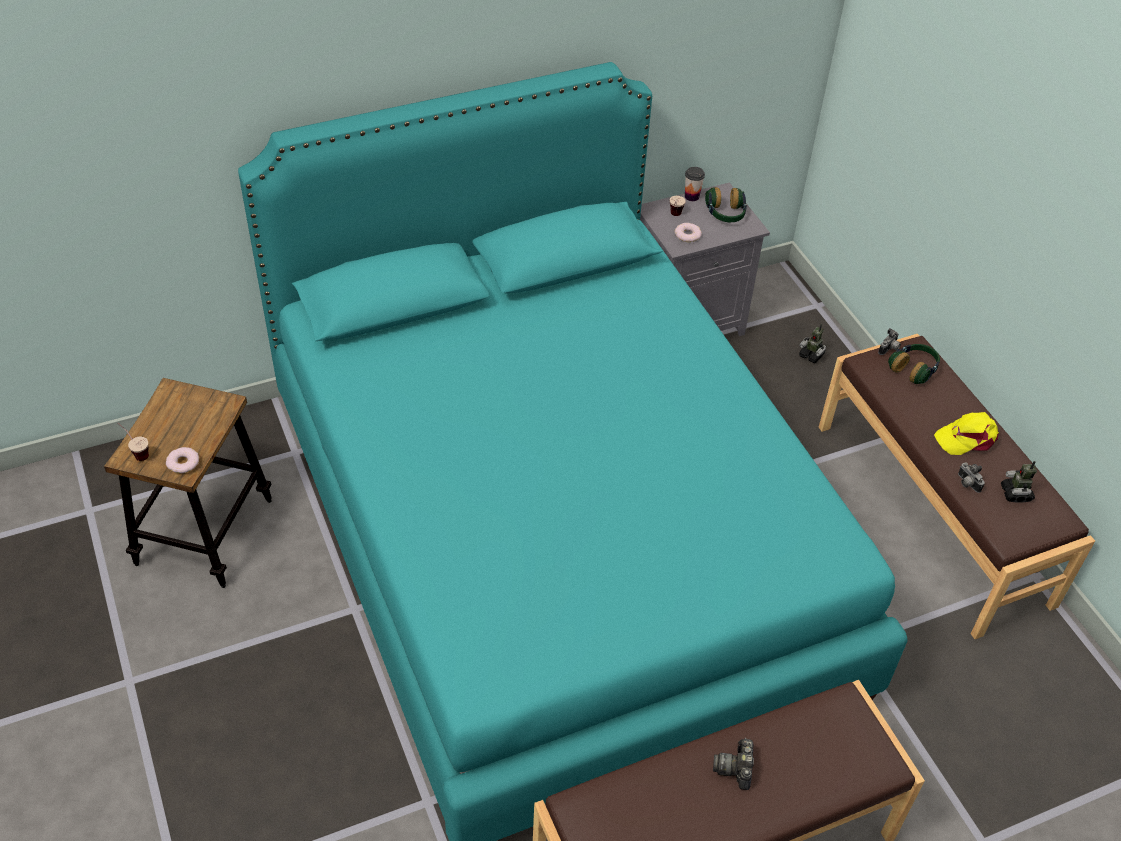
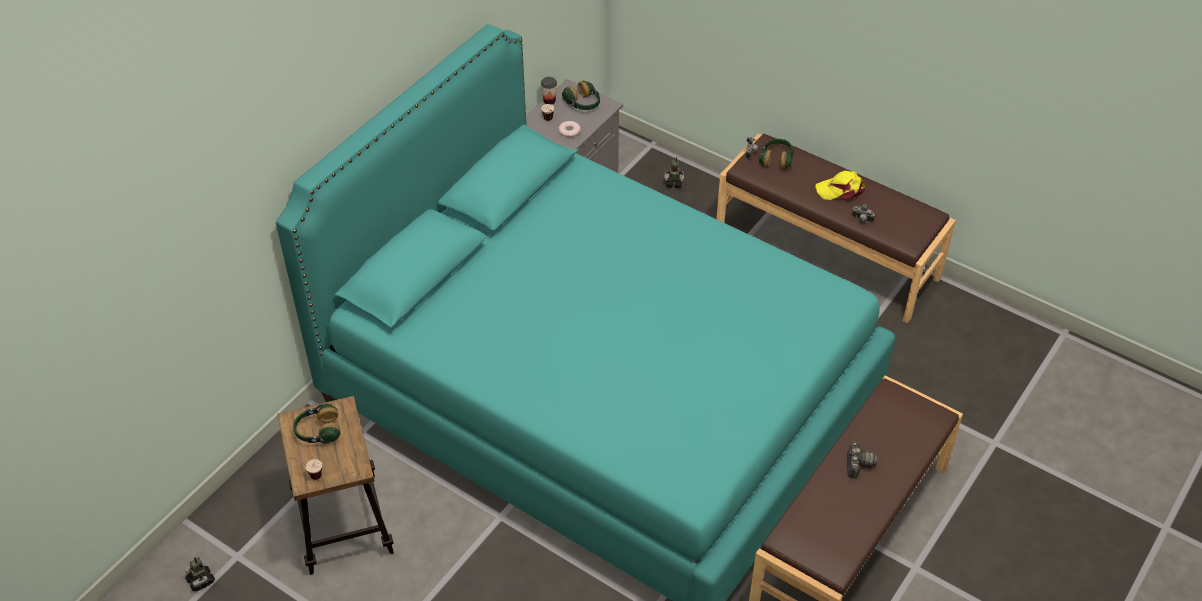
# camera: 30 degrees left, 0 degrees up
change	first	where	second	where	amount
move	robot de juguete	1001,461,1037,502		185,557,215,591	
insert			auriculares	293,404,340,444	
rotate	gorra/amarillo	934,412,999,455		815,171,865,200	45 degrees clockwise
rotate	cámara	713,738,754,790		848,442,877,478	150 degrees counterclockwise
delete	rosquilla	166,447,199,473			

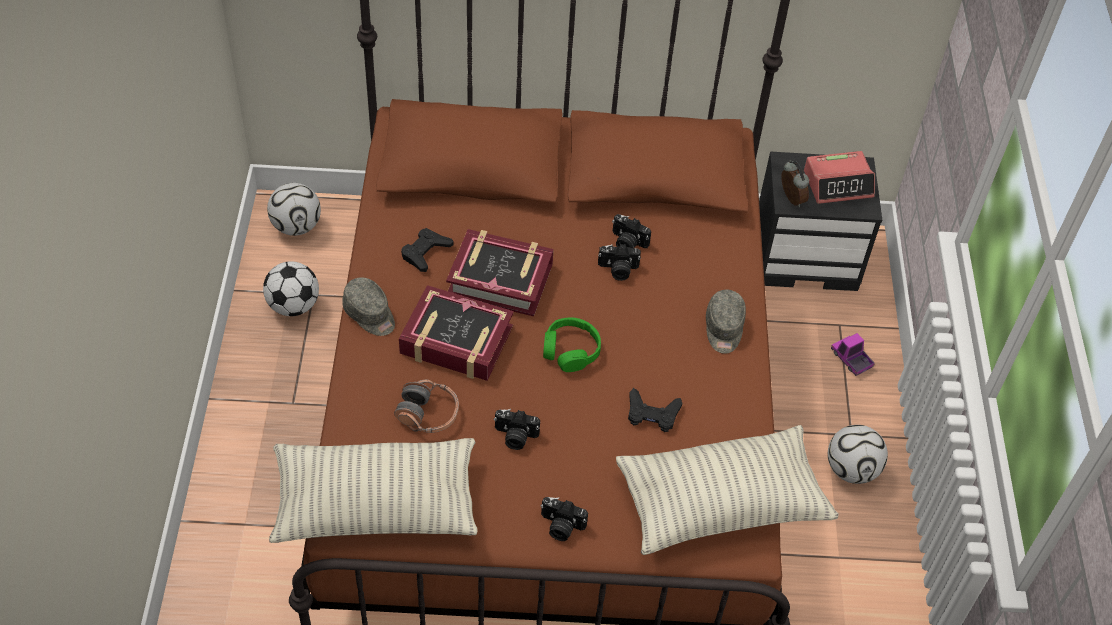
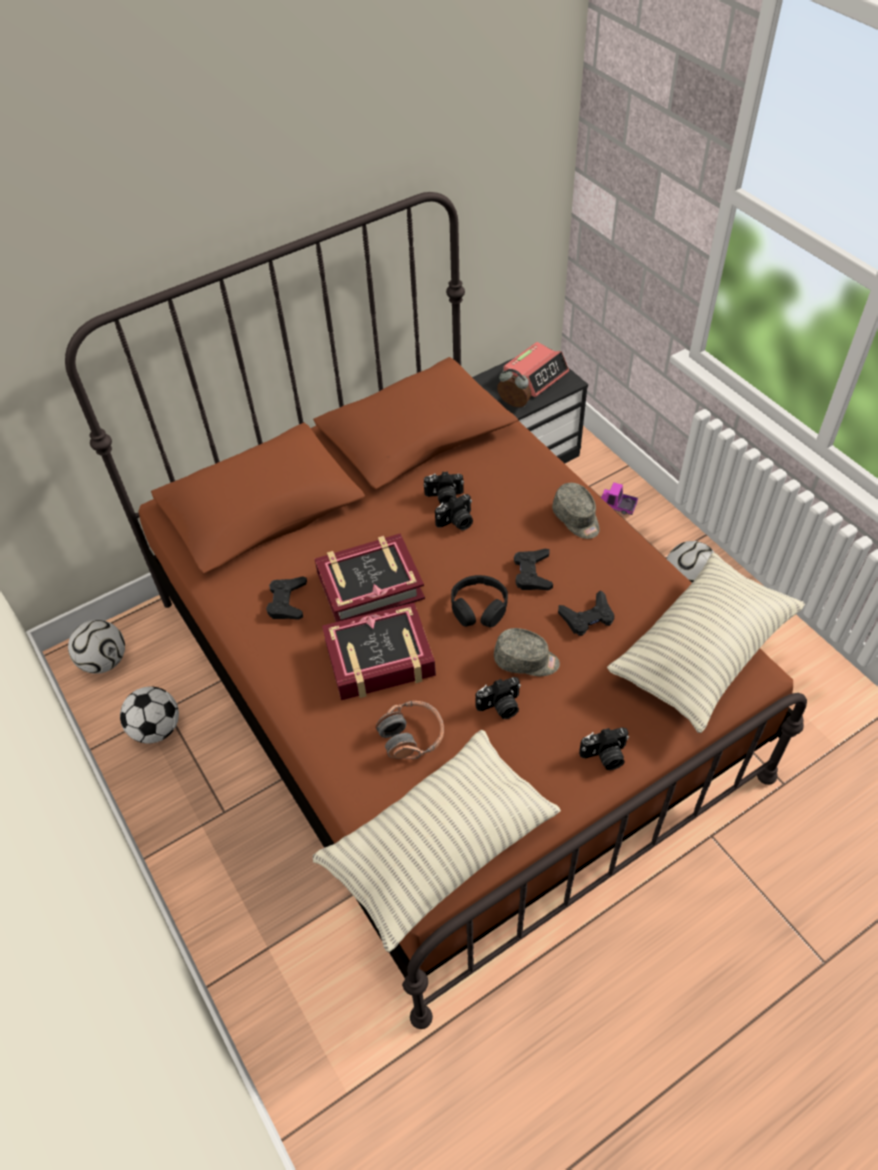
# camera: 30 degrees left, 0 degrees up
change	first	where	second	where	amount
recolor	auriculares/verde	543,317,601,372	auriculares/negro	451,575,508,627	
move	gorra/gris	342,277,395,336		494,628,560,676	
insert			mando de consola/negro	514,549,553,590	

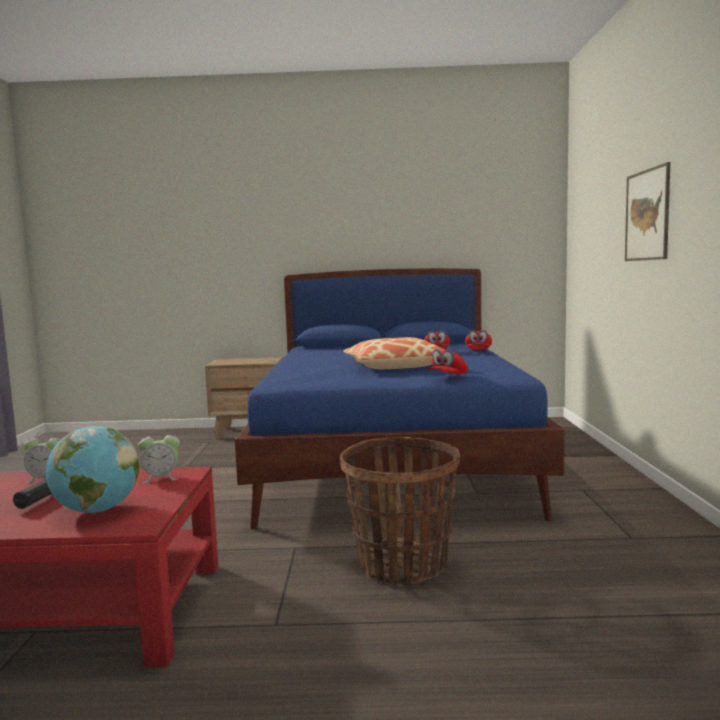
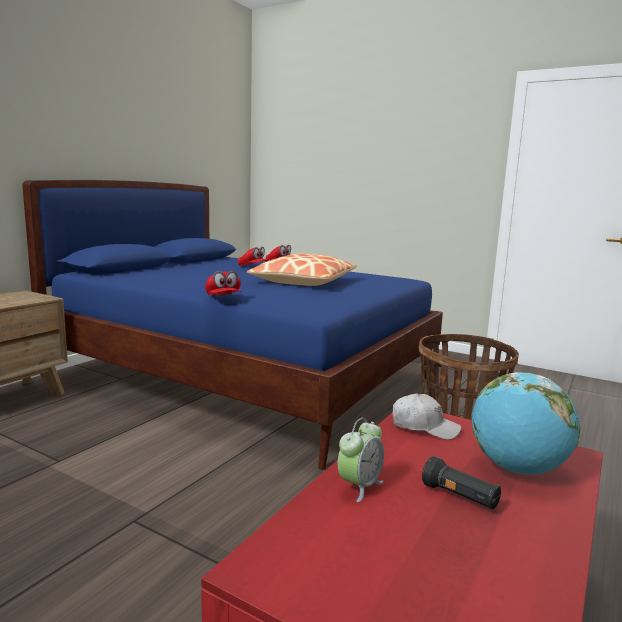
# camera: 60 degrees left, 5 degrees up
change	first	where	second	where	amount
move	gorra/rojo	427,349,468,375		205,271,242,295	
replace	despertador	138,429,180,483	gorra/blanco	393,394,461,440	
delete	cuadro	625,162,670,261			

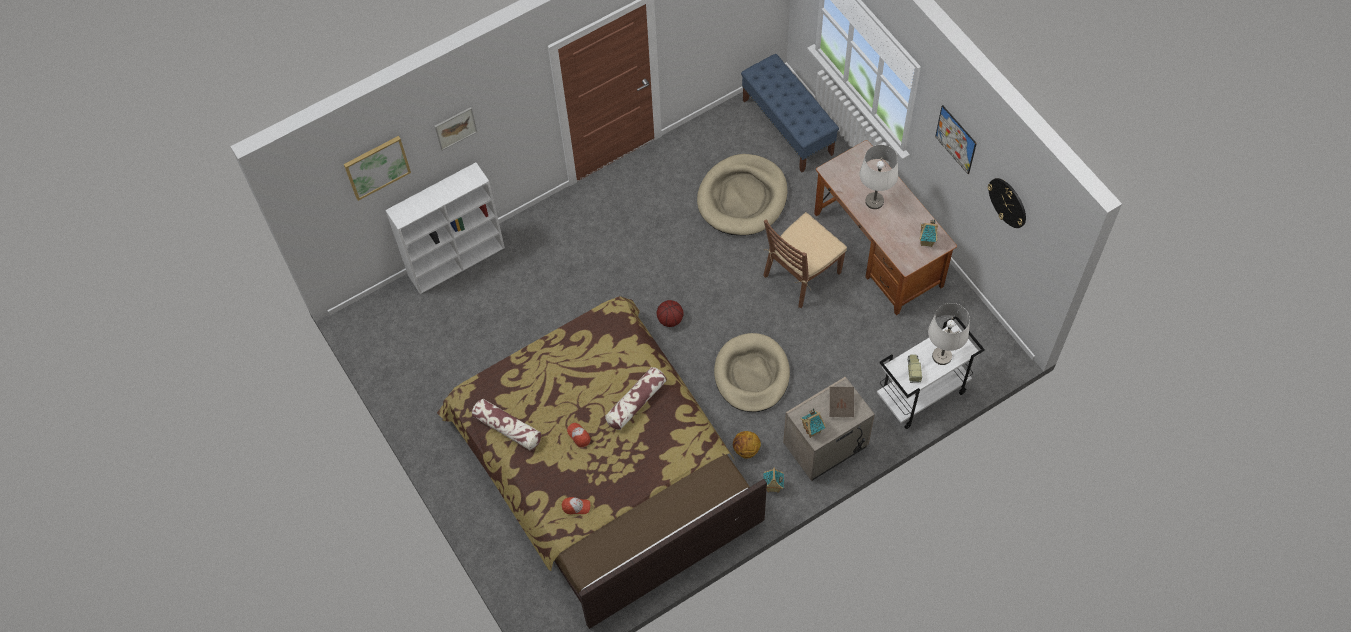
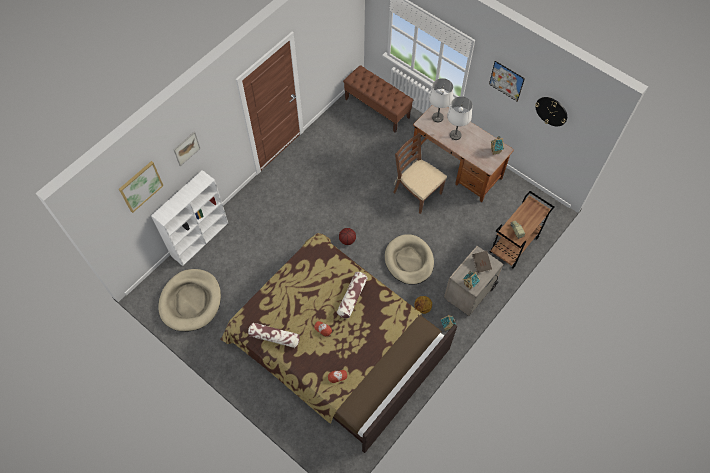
# camera: 20 degrees left, 0 degrees up
change	first	where	second	where	amount
move	cama para perro/beis	697,154,787,236		158,269,221,332	
recolor	banco/azul	741,54,839,172	banco/marrón	343,65,413,133	
rotate	silla/marrón	763,212,847,308		393,133,447,214	105 degrees clockwise
move	lámpara de mesa/blanco	928,303,970,365		429,78,453,122	
recolor	carrito/blanco	877,316,985,429	carrito/marrón	489,191,554,268	

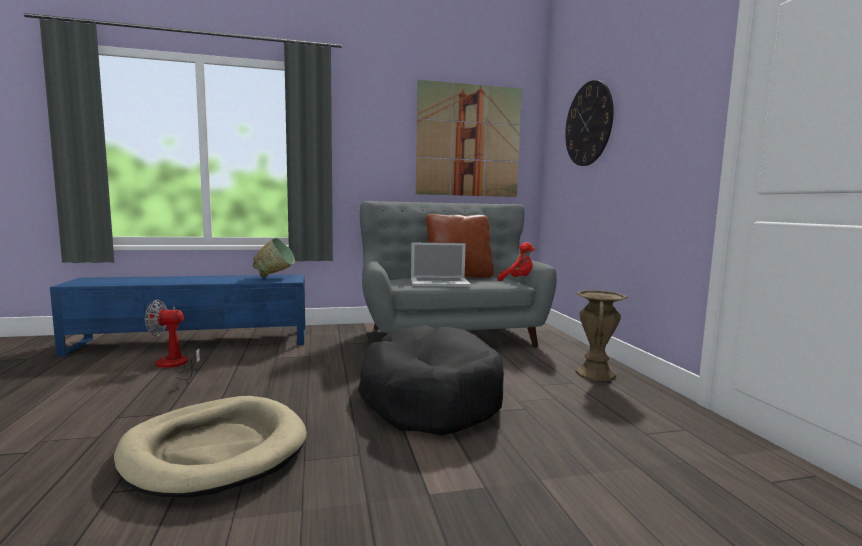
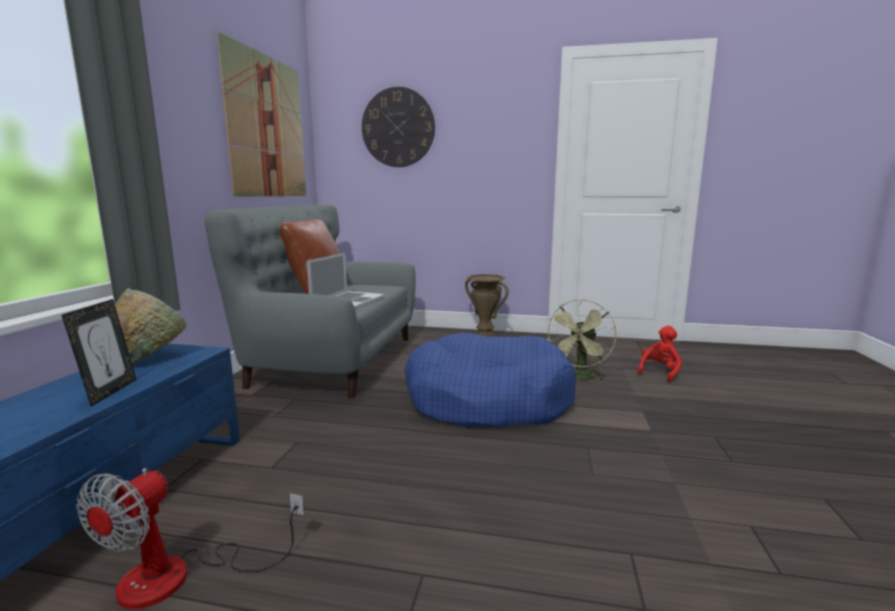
# camera: 65 degrees left, 5 degrees up
change	first	where	second	where	amount
insert			portarretratos	62,299,137,407	
recolor	cama para perro/negro	358,325,504,435	cama para perro/azul	404,333,576,427	
insert			ventilador/verde	545,299,616,381	
move	peluche/rojo	498,242,535,281		637,326,682,382	
delete	cama para perro/beis	114,396,307,498			

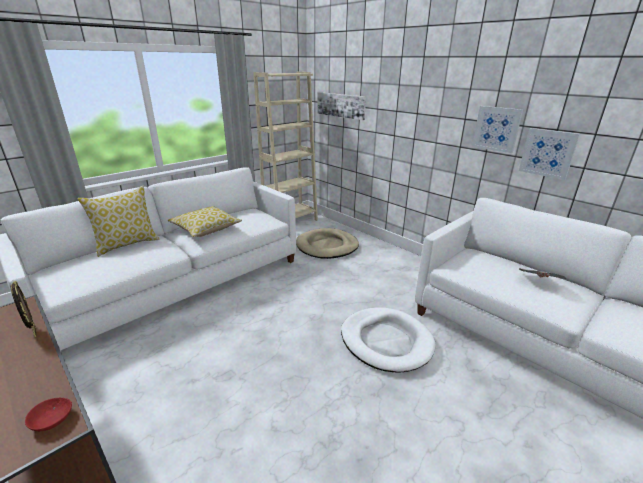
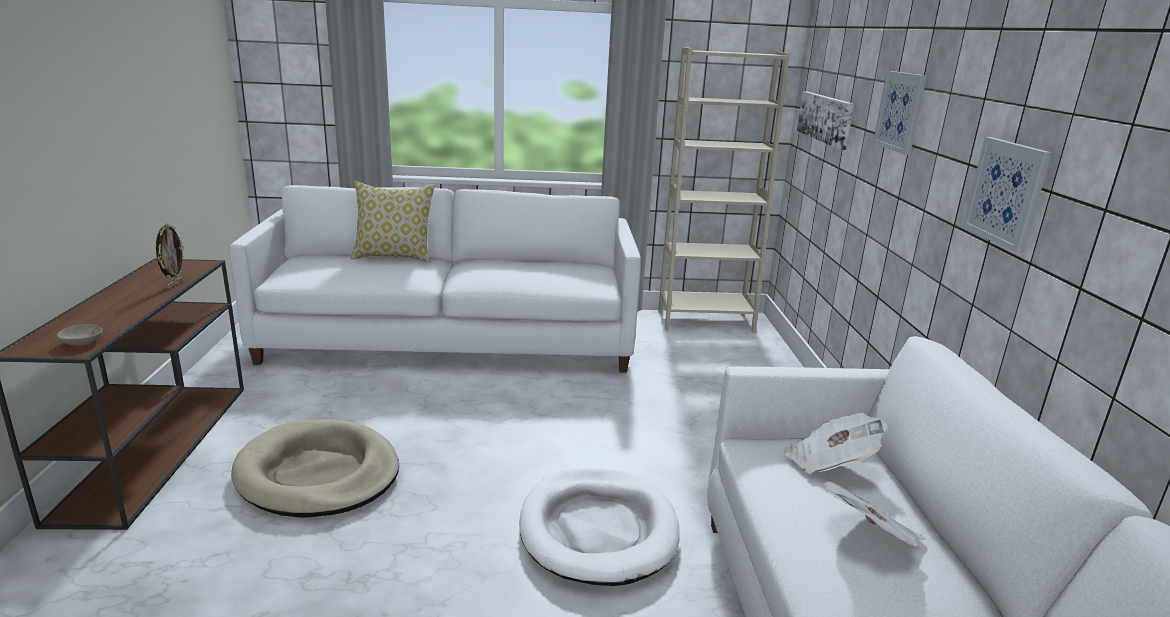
# camera: 40 degrees right, 5 degrees down
change	first	where	second	where	amount
recolor	cuenco/rojo	25,398,72,431	cuenco/beis	57,324,103,346	
move	cama para perro/beis	296,228,359,259		231,420,399,518	
insert			periódico	784,413,888,474	
move	cuadro	519,128,580,180		873,71,927,155	
delete	cojín	168,206,242,237			

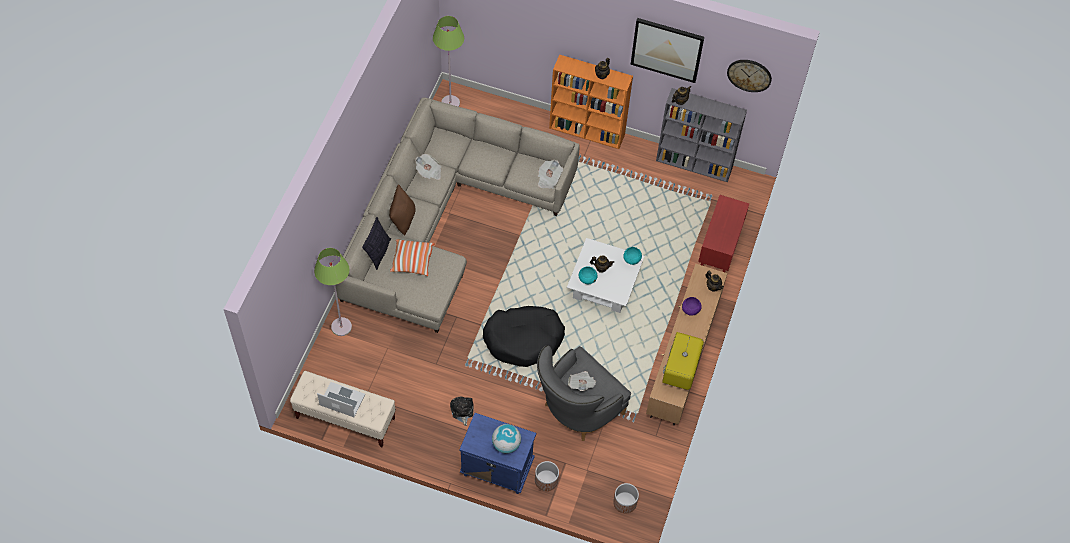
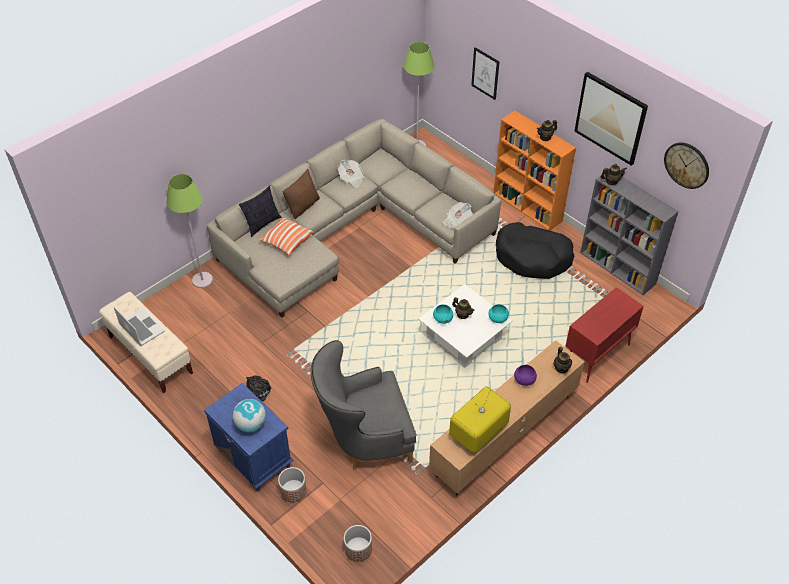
# camera: 30 degrees right, 10 degrees down
change	first	where	second	where	amount
insert			cuadro	471,47,500,100	
move	cama para perro/negro	483,306,565,367		496,222,575,279	
delete	periódico	568,371,596,391			

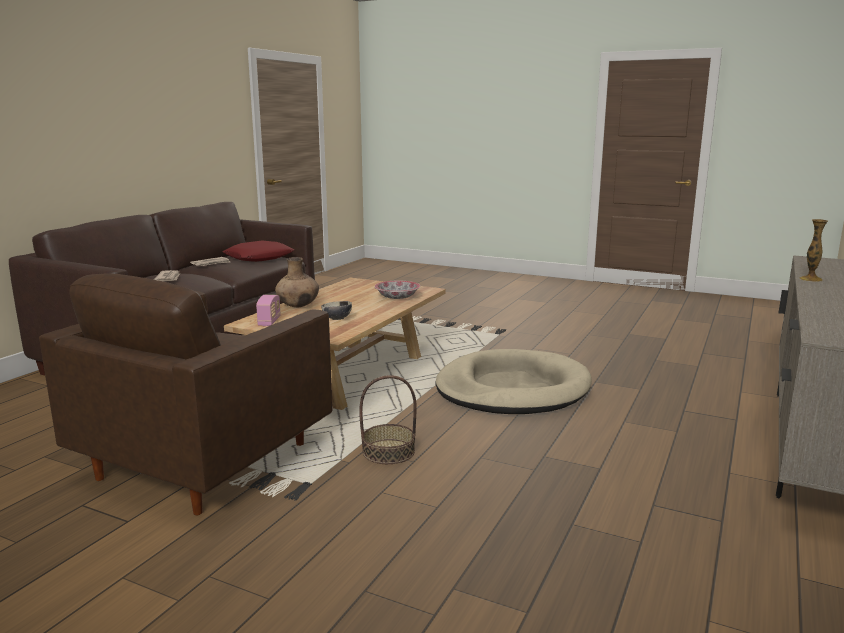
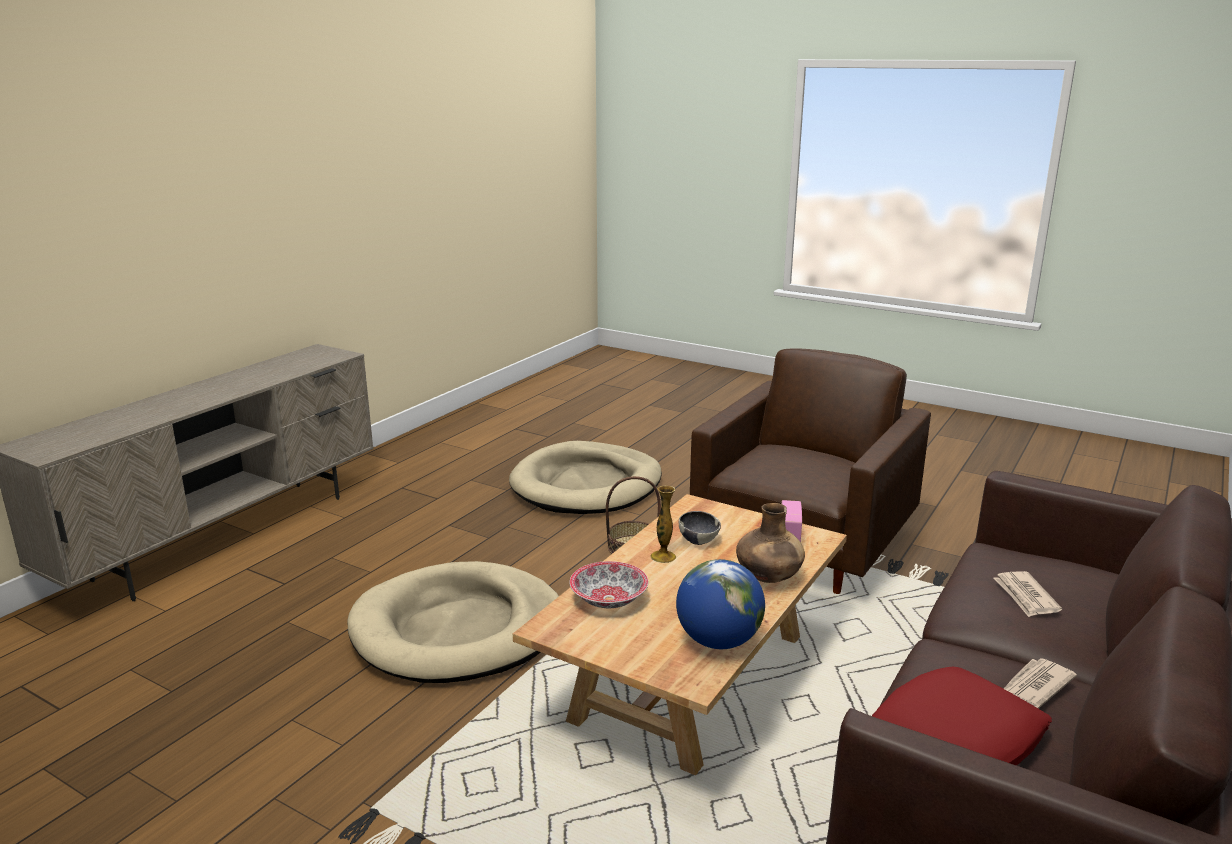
# camera: 175 degrees left, 5 degrees up
change	first	where	second	where	amount
insert			cama para perro/beis	509,441,662,514	
move	florero	800,219,828,282		651,486,676,563	
insert			globo terráqueo	676,559,765,649	

